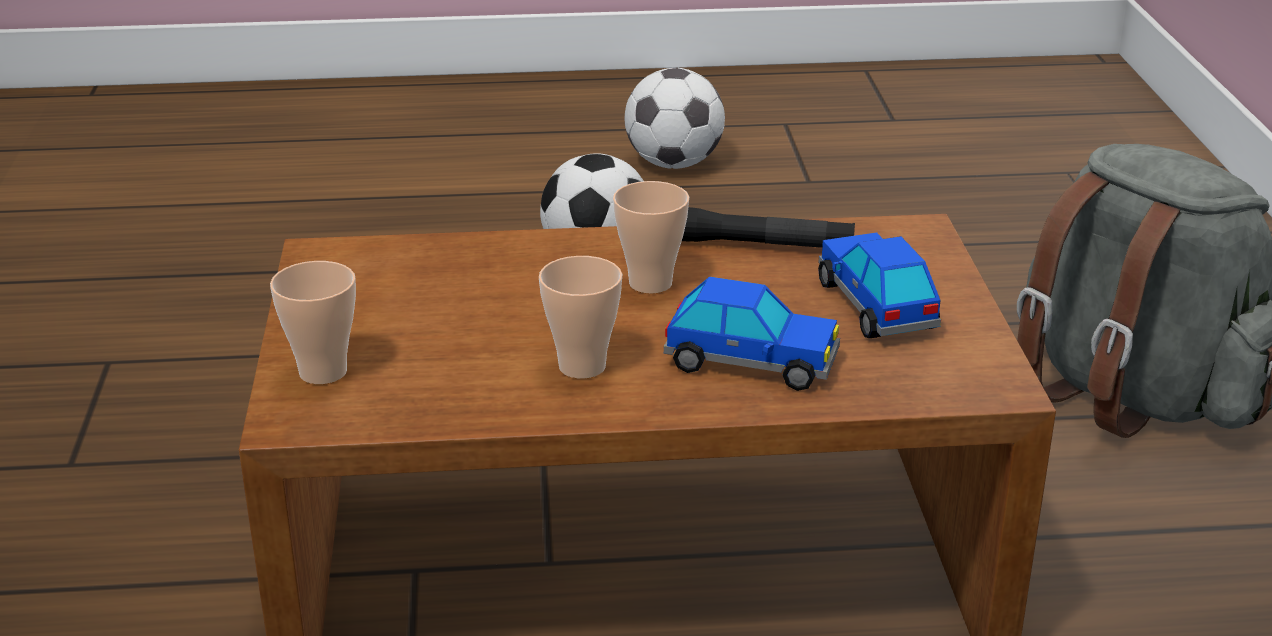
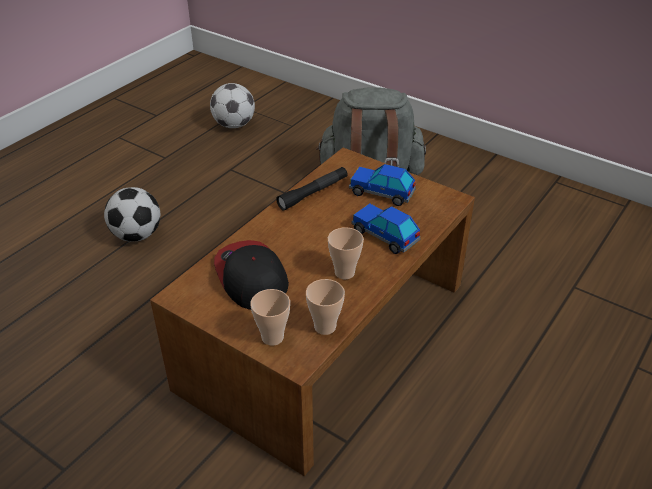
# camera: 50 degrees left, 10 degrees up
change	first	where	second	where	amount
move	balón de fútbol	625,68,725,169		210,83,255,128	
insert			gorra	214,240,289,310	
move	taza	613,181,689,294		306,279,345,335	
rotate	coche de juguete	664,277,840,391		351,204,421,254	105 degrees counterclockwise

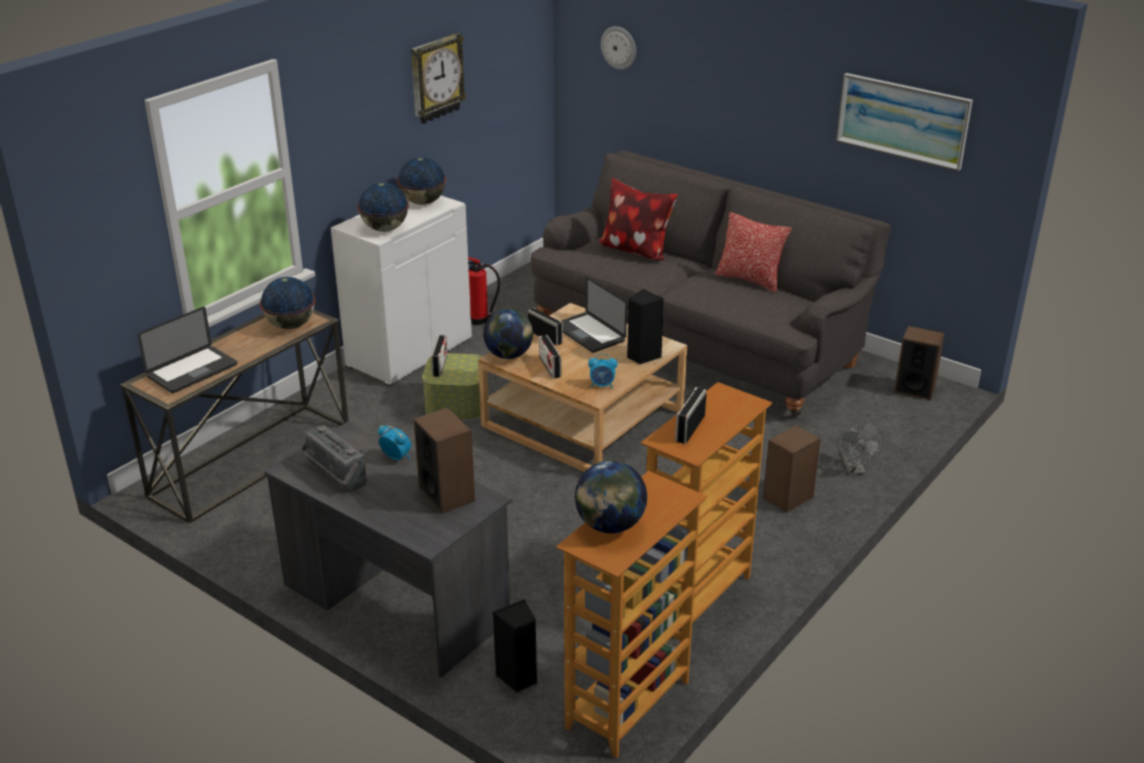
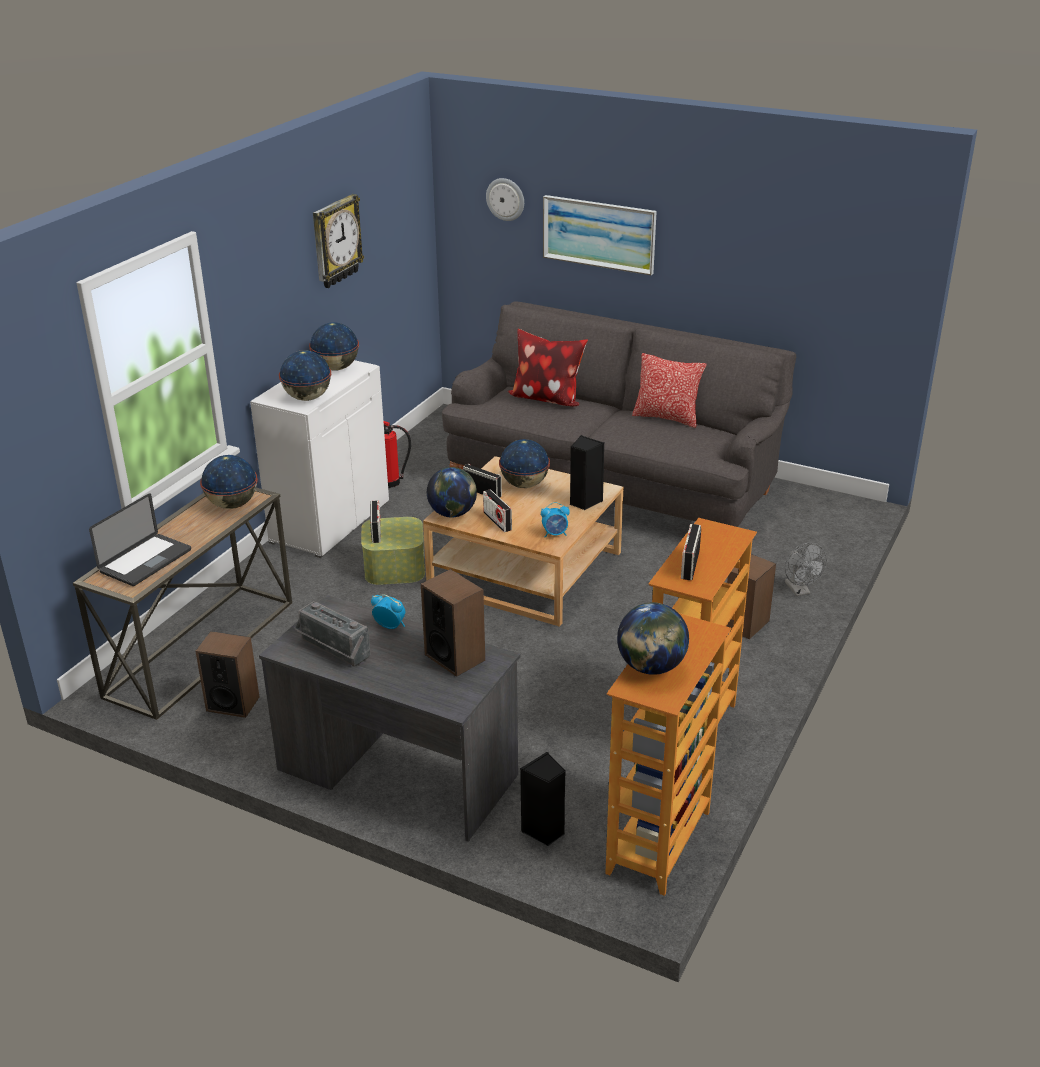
# camera: 10 degrees left, 0 degrees up
change	first	where	second	where	amount
move	altavoz	894,326,945,400		196,631,260,718	
replace	portátil	561,277,627,353	globo terráqueo	499,439,550,488	
move	cuadro	836,73,973,171		543,195,657,275	

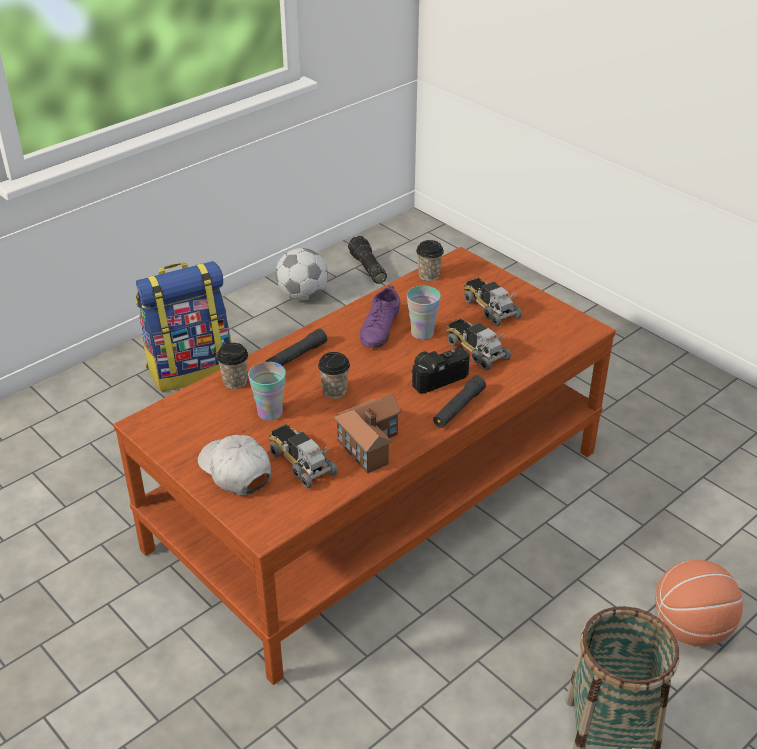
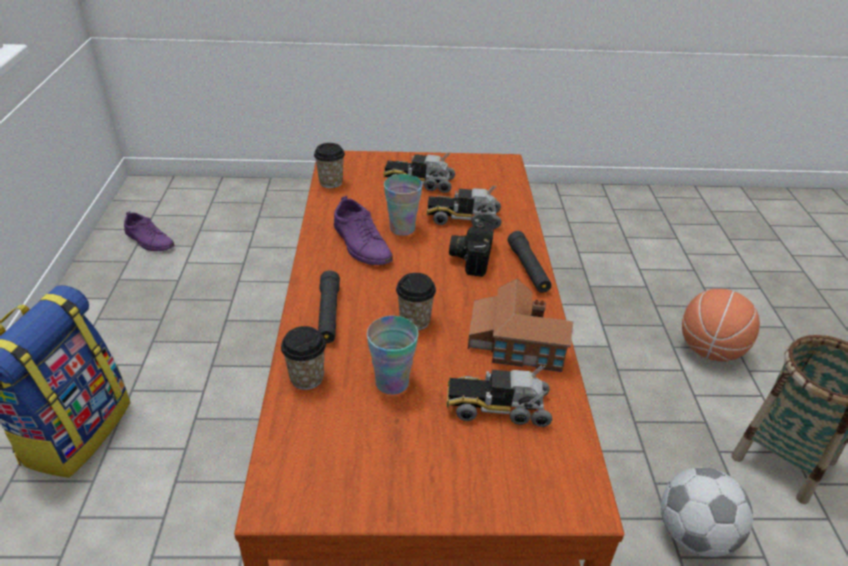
# camera: 50 degrees left, 0 degrees up
change	first	where	second	where	amount
replace	linterna	348,236,387,284	zapato/morado	124,211,174,251	
move	balón de fútbol	275,248,328,300		661,467,753,557	
delete	gorra/blanco	198,435,271,496			

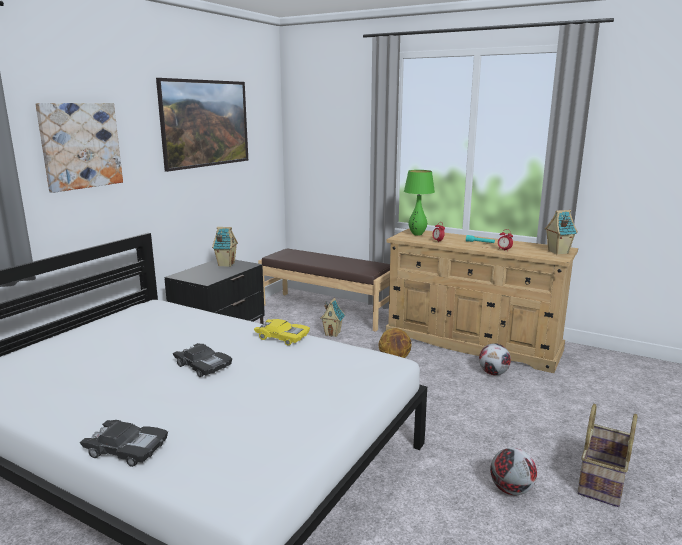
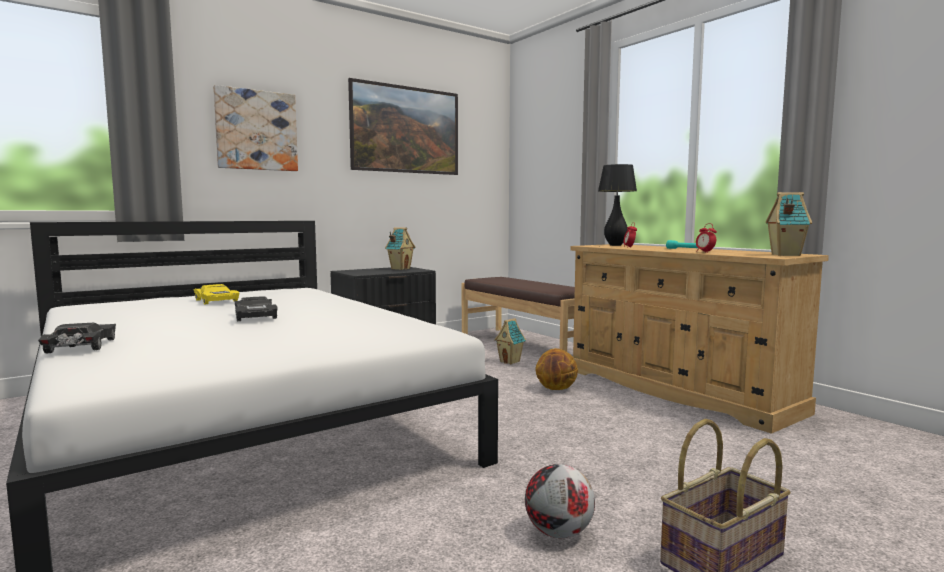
# camera: 25 degrees right, 10 degrees down
change	first	where	second	where	amount
rotate	coche de juguete/negro	80,420,168,467		38,323,116,353	150 degrees counterclockwise
move	coche de juguete/amarillo	254,319,310,346		194,284,239,304	
recolor	lámpara de mesa/verde	404,170,435,236	lámpara de mesa/negro	598,164,637,246	
delete	balón de fútbol	479,343,511,375			

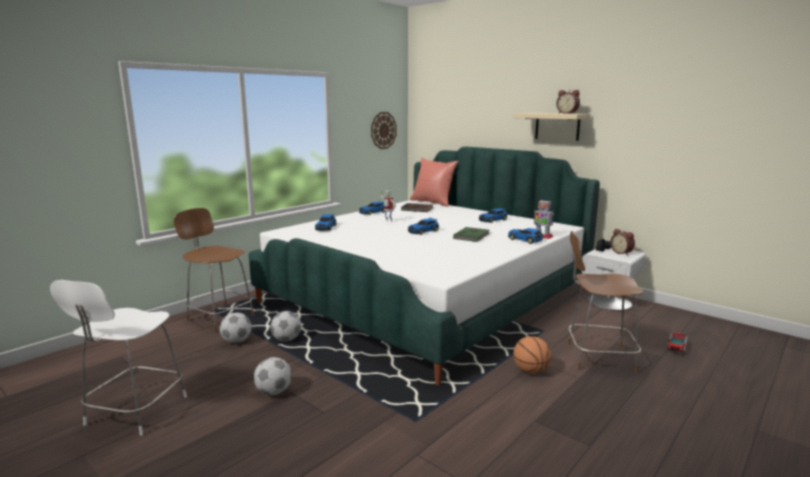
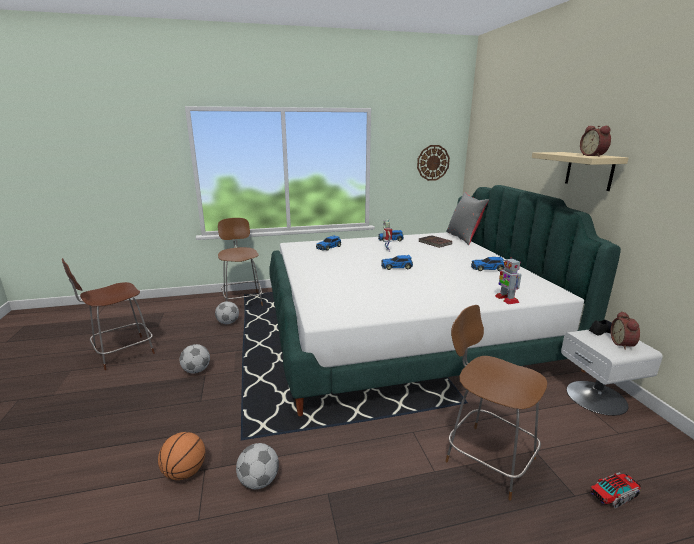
# camera: 35 degrees right, 5 degrees up
change	first	where	second	where	amount
recolor	silla/blanco	50,280,187,436	silla/marrón	62,258,155,370	
move	balón de baloncesto	513,336,551,374		158,432,205,480	
move	balón de fútbol	271,311,301,341		236,443,279,489	
recolor	cojín/rojo	410,157,459,207	cojín/gris	446,192,489,245	
delete	libro/verde	453,227,490,242			
delete	coche de juguete	508,228,544,244			

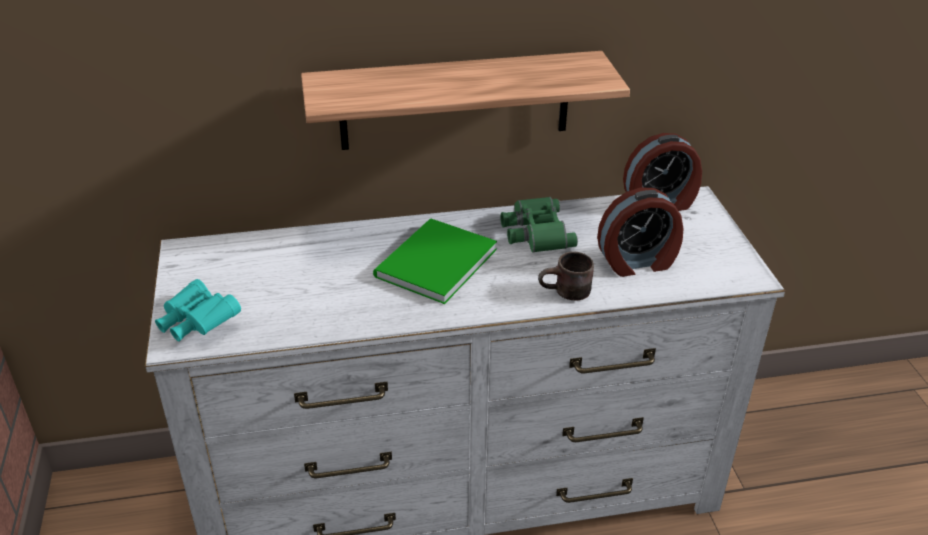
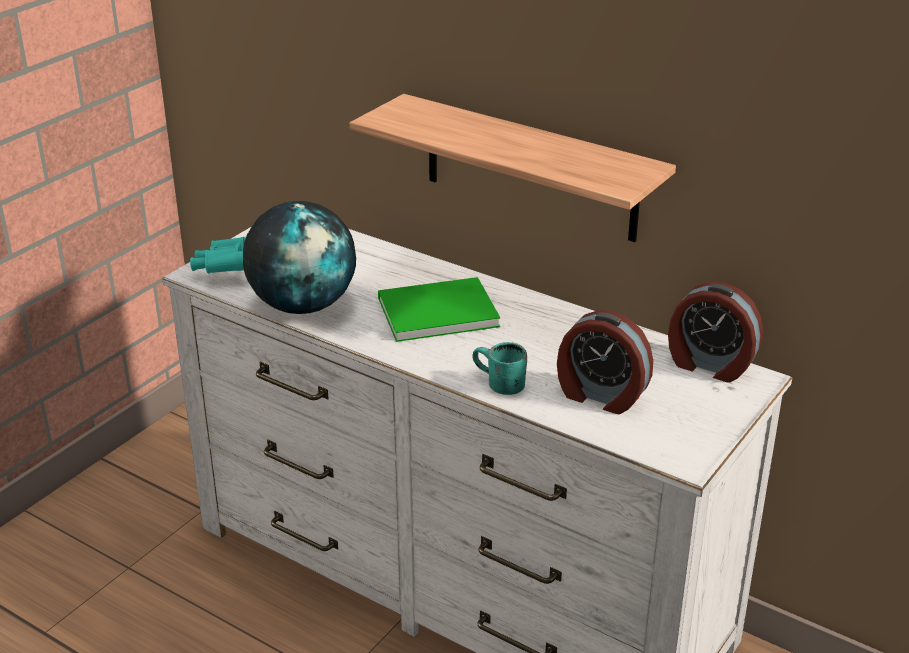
# camera: 45 degrees right, 5 degrees down
change	first	where	second	where	amount
insert			globo terráqueo	243,201,356,314	
recolor	taza grande/marrón	538,251,594,300	taza grande/turquesa	472,342,527,395	
delete	prismáticos/verde	500,197,578,253			

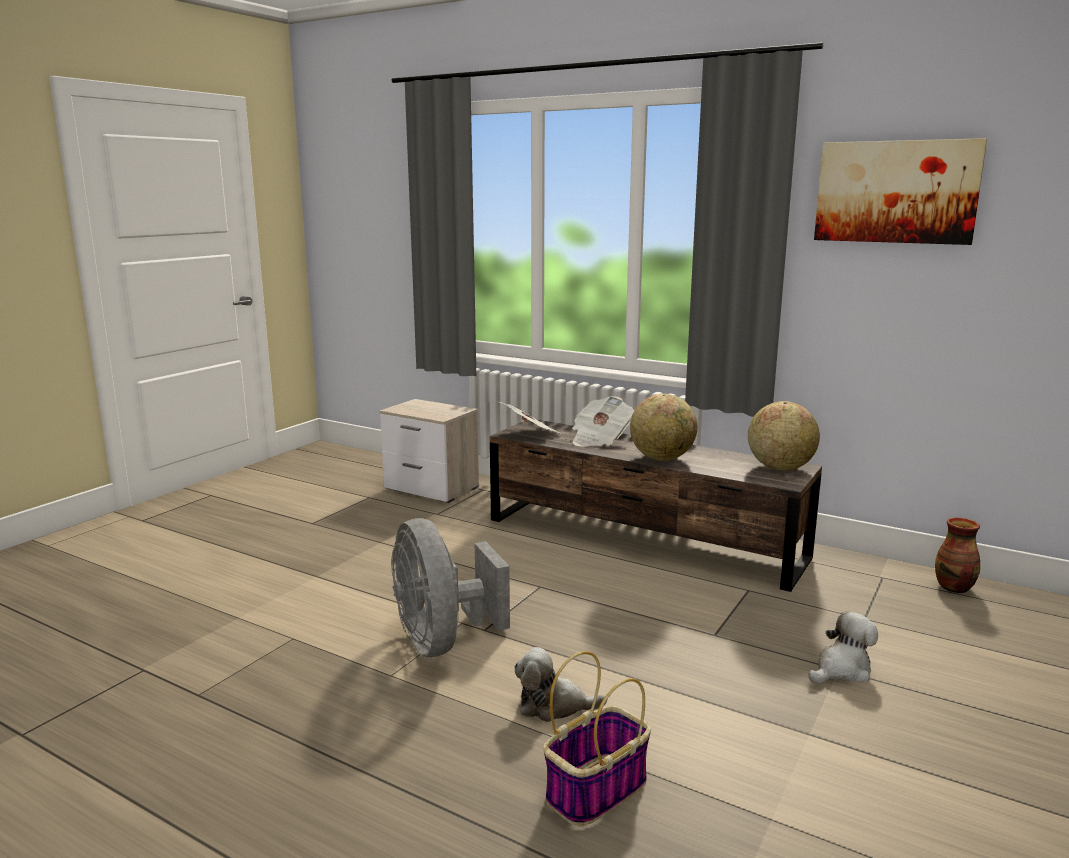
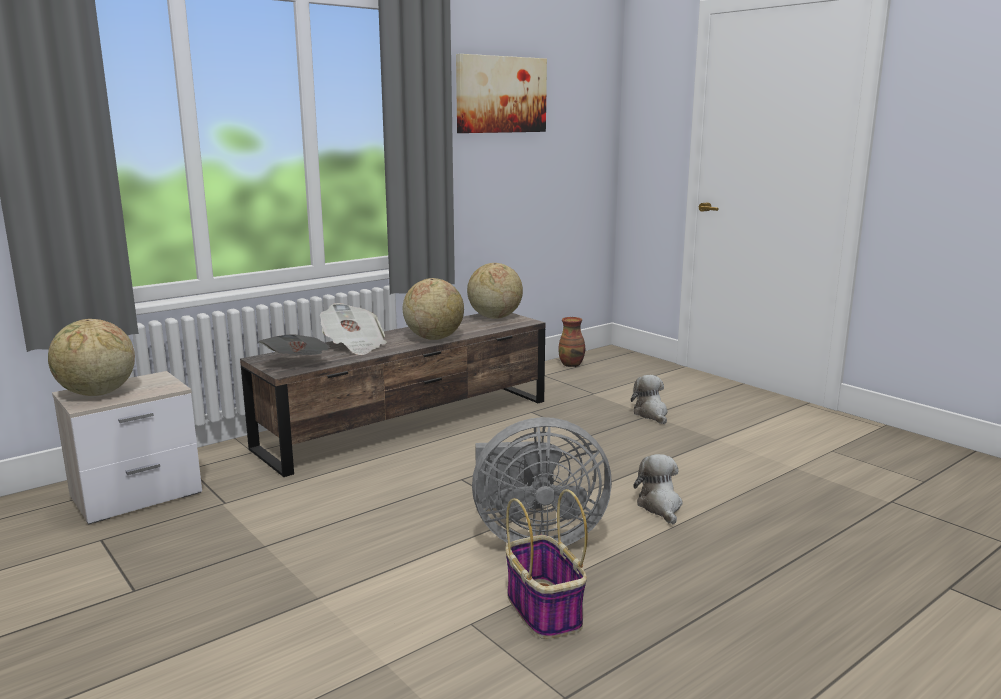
# camera: 70 degrees left, 0 degrees up
change	first	where	second	where	amount
insert			globo terráqueo	48,319,135,396	
move	cesta	543,651,651,827		505,489,588,639	
rotate	peluche	514,647,607,722		633,454,683,524	150 degrees clockwise

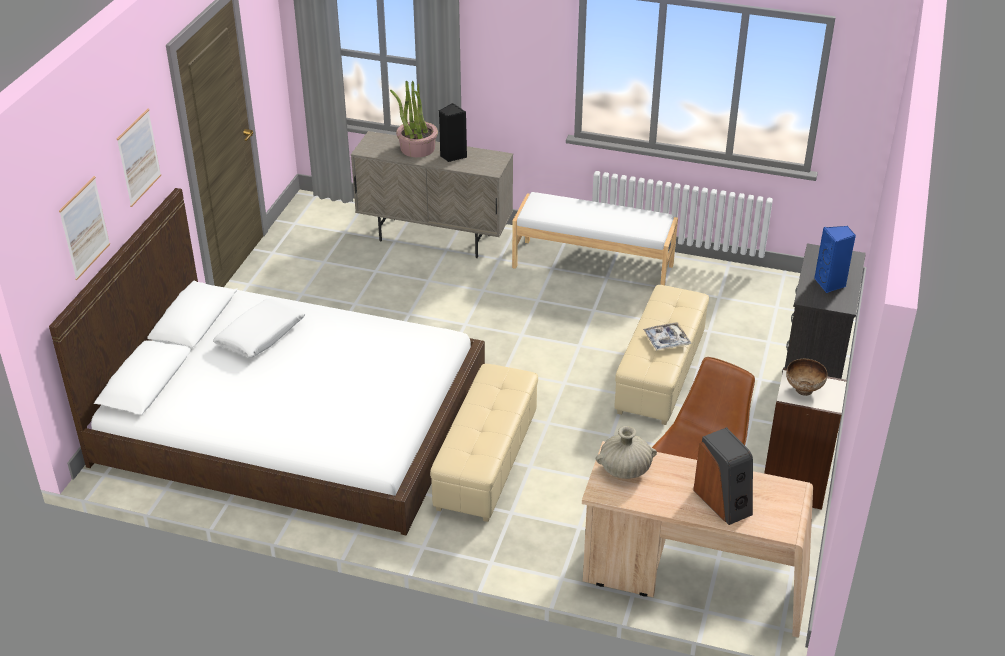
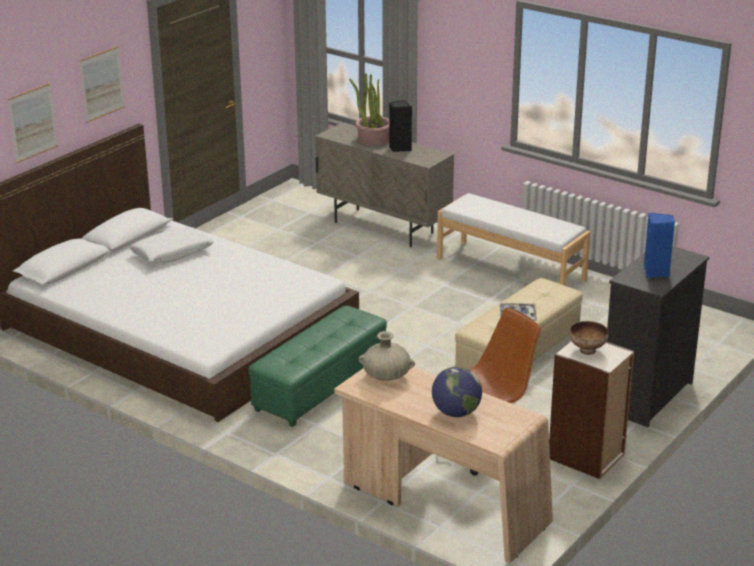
# camera: 20 degrees right, 10 degrees down
change	first	where	second	where	amount
recolor	puf/beis	430,364,538,522	puf/verde	249,305,387,427	
replace	altavoz	693,427,753,525	globo terráqueo	432,366,482,417	

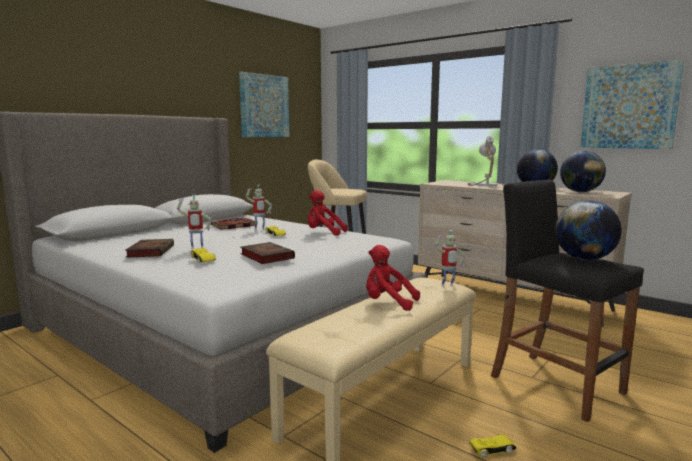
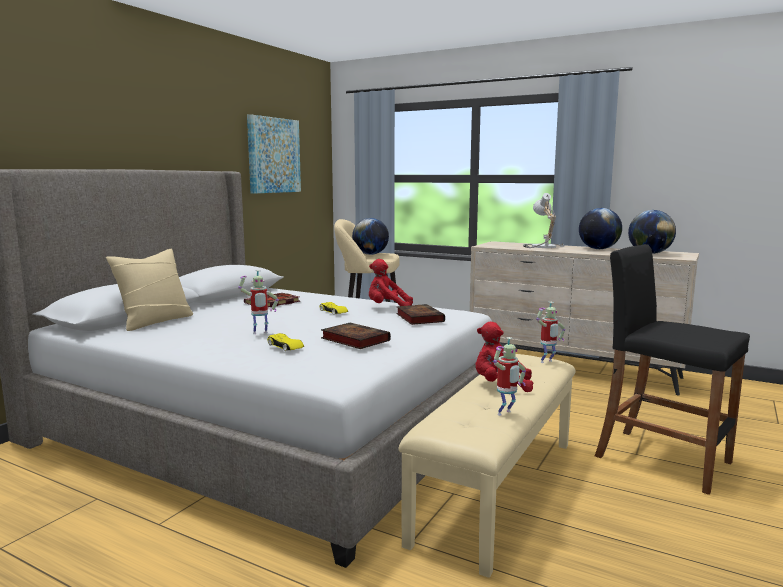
# camera: 10 degrees left, 0 degrees up
change	first	where	second	where	amount
insert			cojín/beis	106,249,193,331	
move	globo terráqueo	555,200,622,260		352,218,389,255	
move	libro	125,239,174,258		396,304,445,325	
move	robot de juguete	246,185,272,230		493,337,526,416	
delete	coche de juguete/amarillo	469,434,516,457			
delete	cuadro	581,60,684,149			

